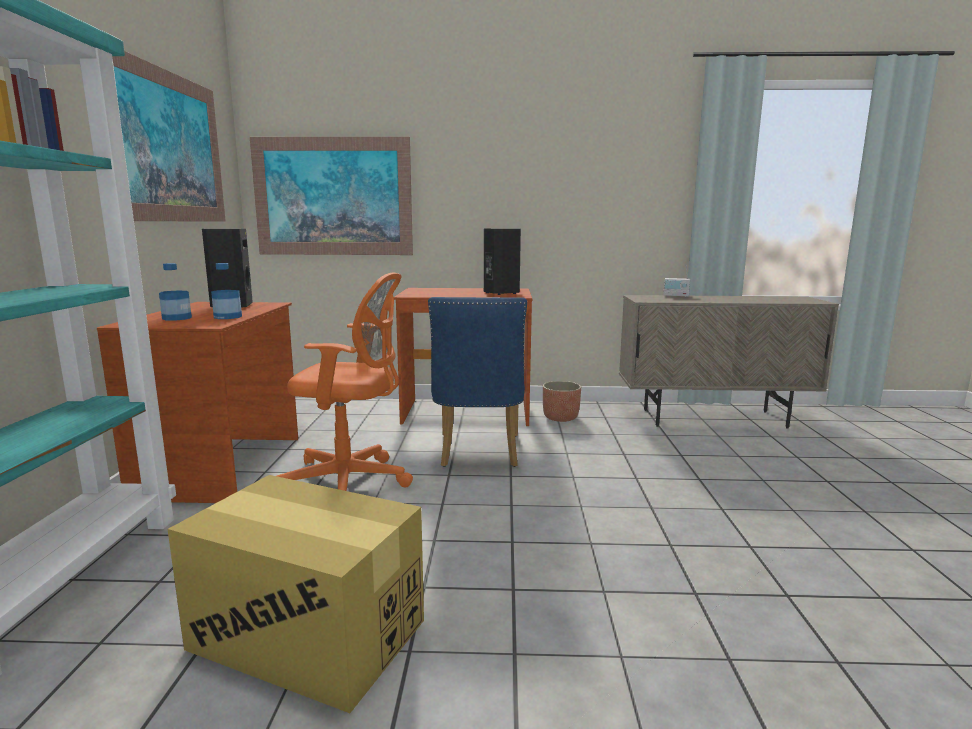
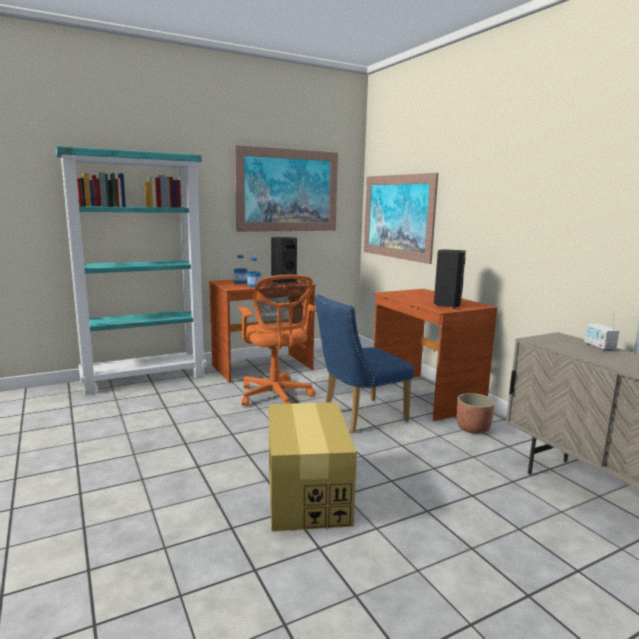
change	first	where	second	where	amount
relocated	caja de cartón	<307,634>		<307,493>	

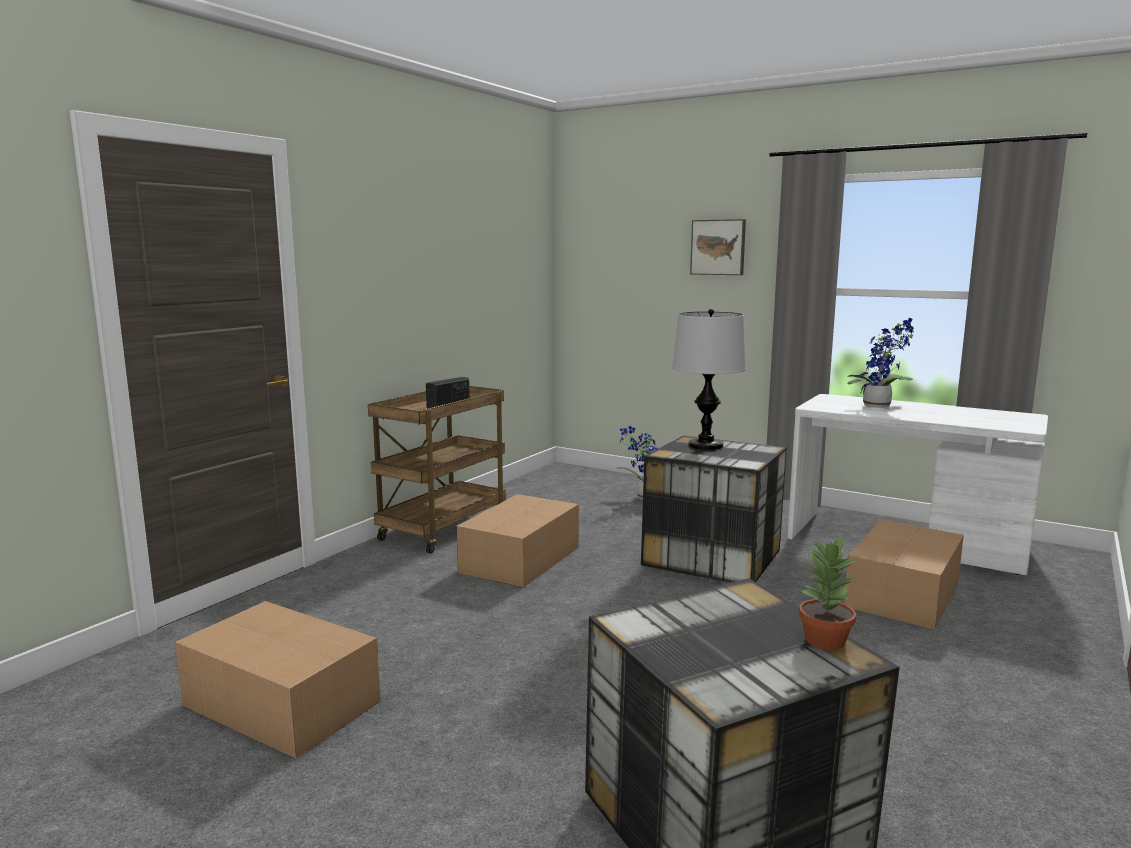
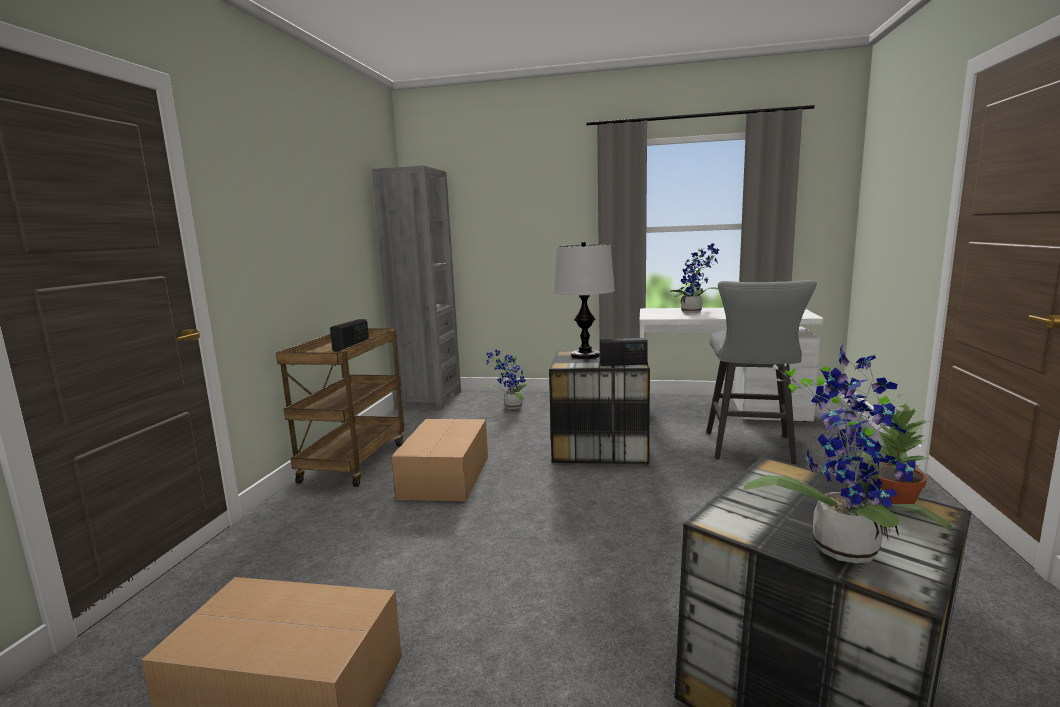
change	first	where	second	where	amount
missing	cuadro	<718,247>			
exchanged	caja de cartón	<901,595>	taburete/gris	<751,450>	
appeared			estantería/gris	<428,399>	
appeared			radio	<623,364>	
appeared			planta en maceta	<843,545>	

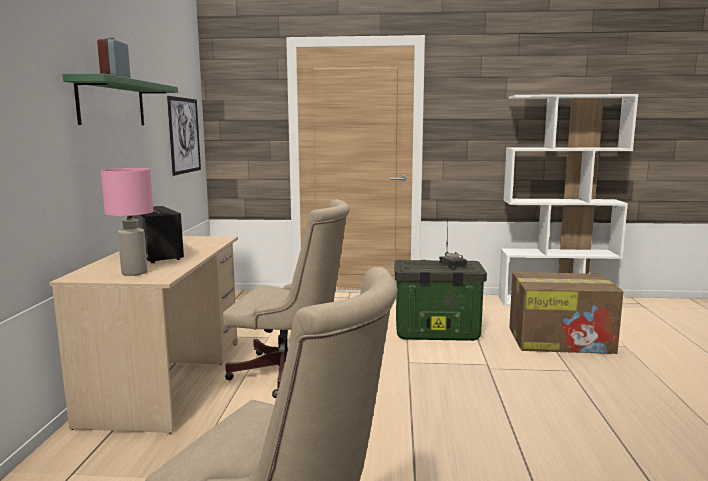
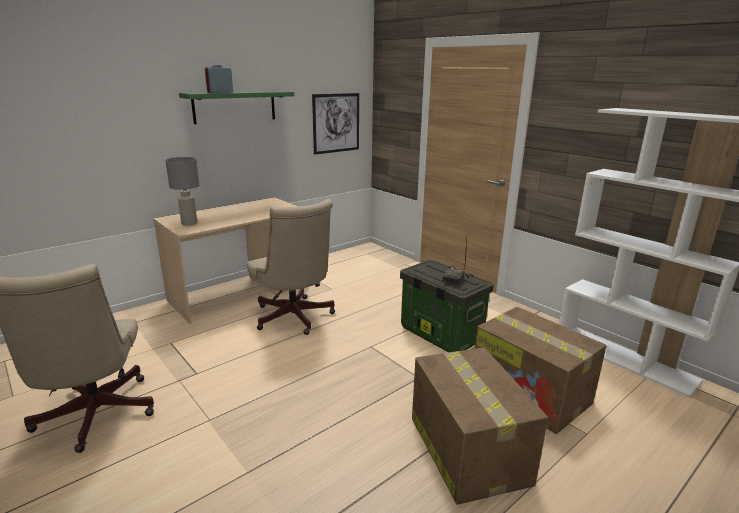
change	first	where	second	where	amount
colour	lámpara de mesa/rosa	<133,273>	lámpara de mesa/gris	<189,223>	
missing	altavoz	<158,256>			
appeared			caja de cartón	<467,448>	

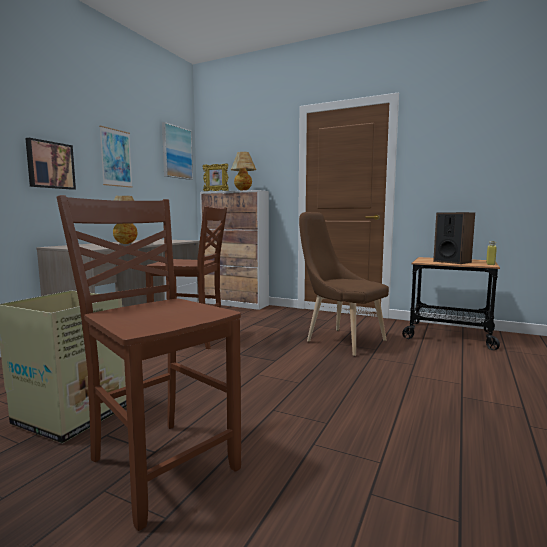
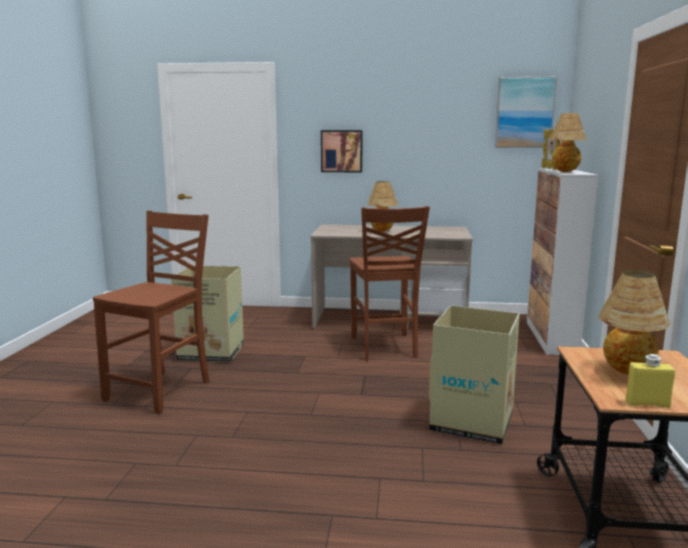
change	first	where	second	where	amount
missing	cuadro	<116,158>			
exchanged	silla/marrón	<341,340>	caja de cartón	<472,422>	
exchanged	altavoz	<452,262>	lámpara de mesa	<627,373>	

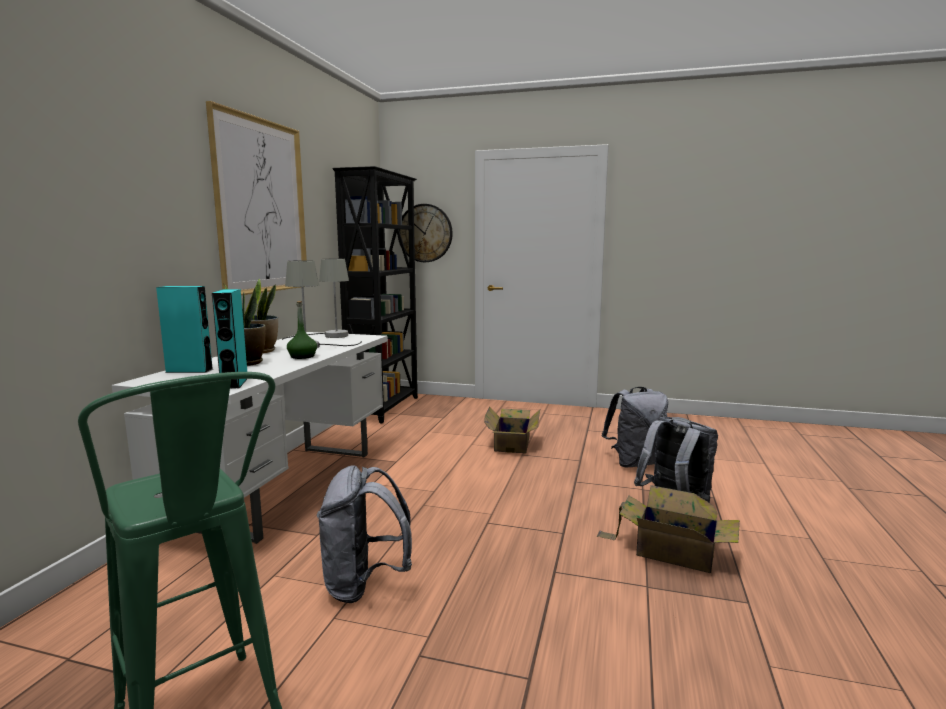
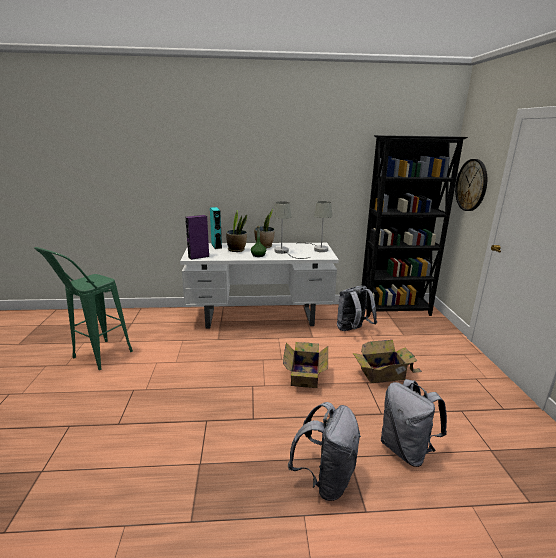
change	first	where	second	where	amount
missing	cuadro	<262,207>			
colour	altavoz/turquesa	<234,383>	altavoz/morado	<198,257>	
relocated	mochila/gris	<364,584>		<352,330>	
relocated	caja de cartón	<671,551>		<305,374>	

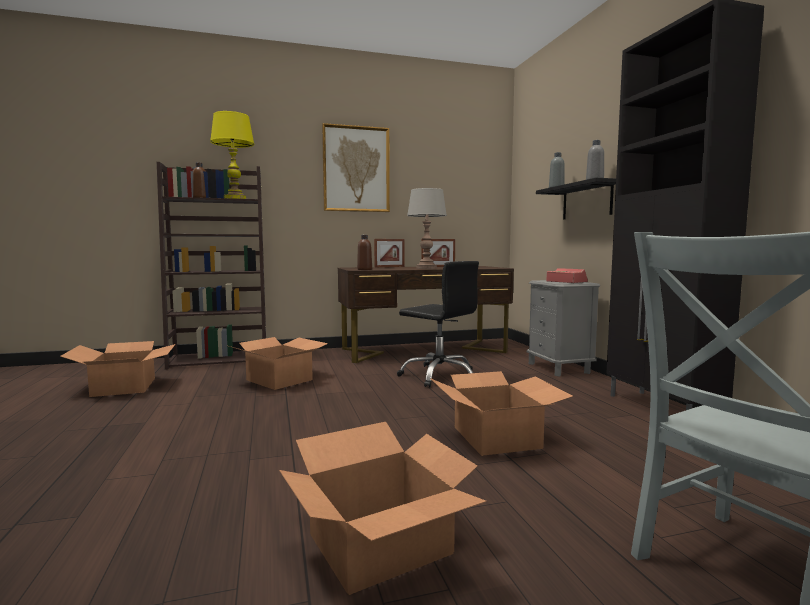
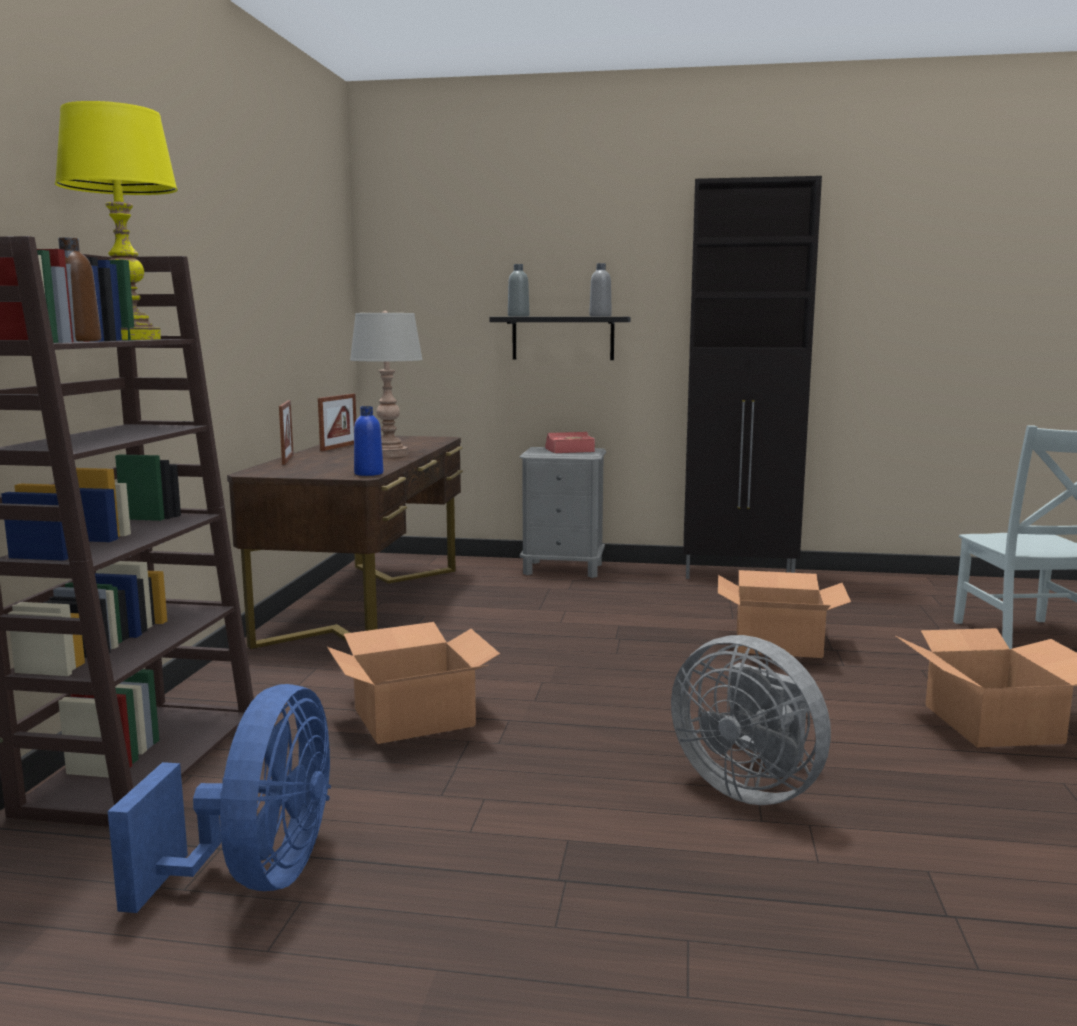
change	first	where	second	where	amount
exchanged	caja de cartón	<125,387>	ventilador/azul	<257,876>	
missing	cuadro	<356,169>			
colour	botella/marrón	<364,269>	botella/azul	<368,473>	
missing	silla de oficina/negro	<439,376>			
appeared			ventilador/gris	<749,787>	

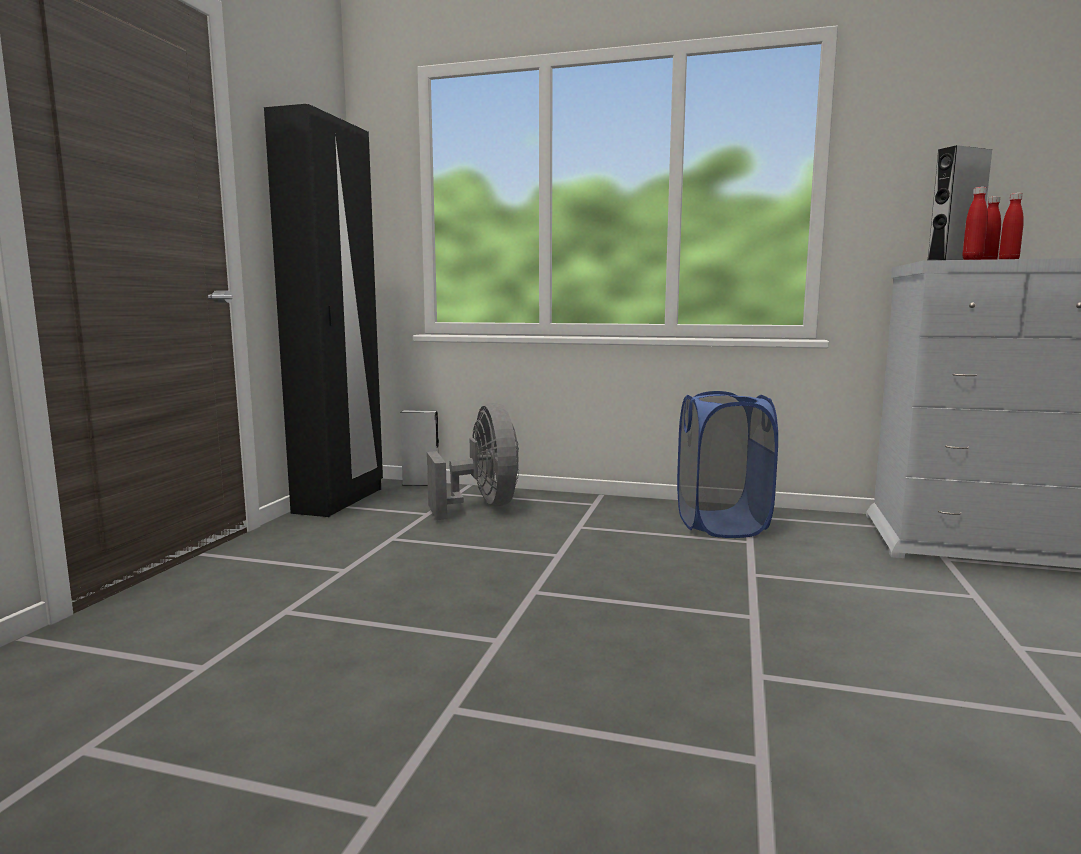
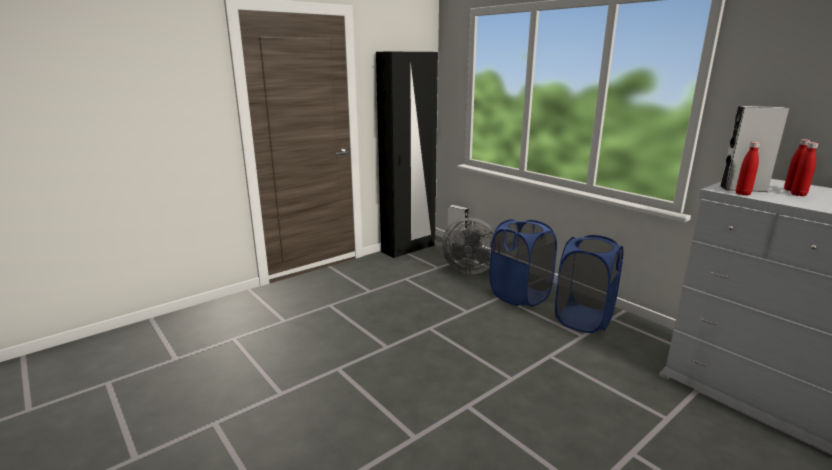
change	first	where	second	where	amount
spun	ventilador/gris	<482,506>		<468,269>	90 degrees clockwise
appeared			cesto de la ropa/azul	<519,295>	

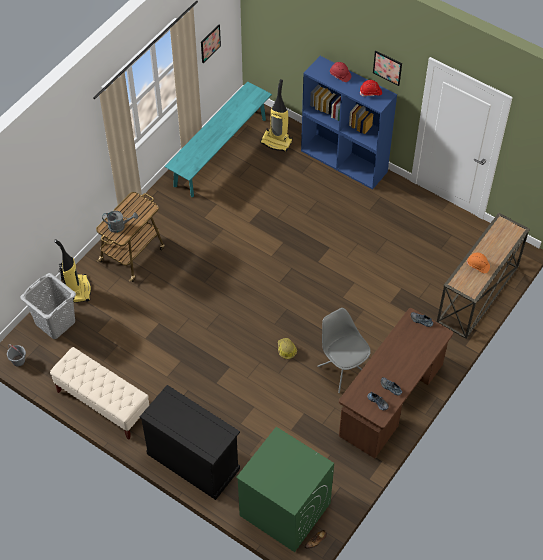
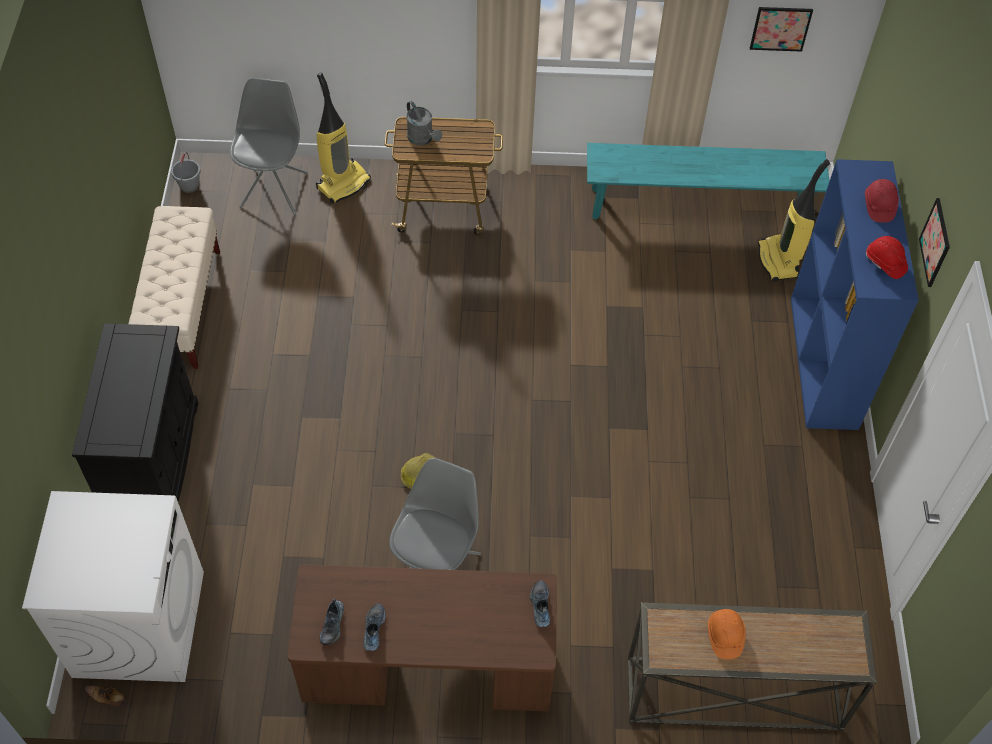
change	first	where	second	where	amount
exchanged	cesto de la ropa/gris	<55,322>	silla/gris	<274,189>	
colour	lavadora/verde	<284,509>	lavadora/blanco	<139,623>	

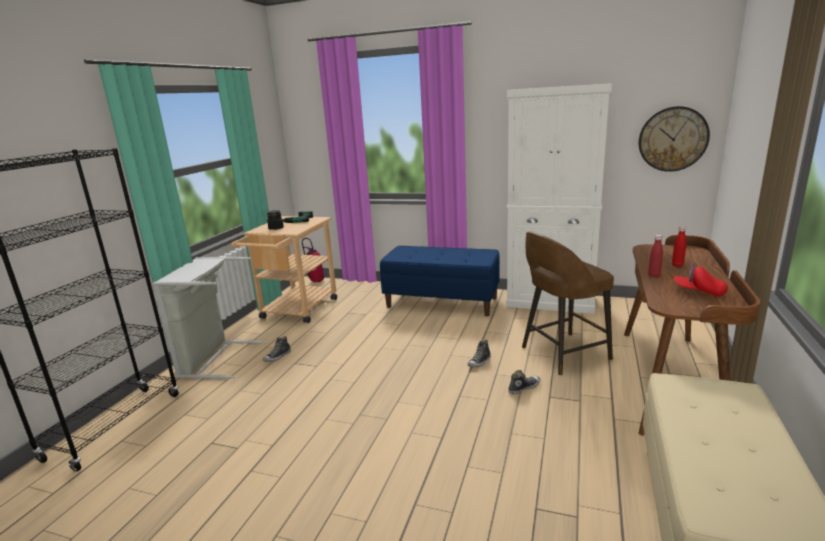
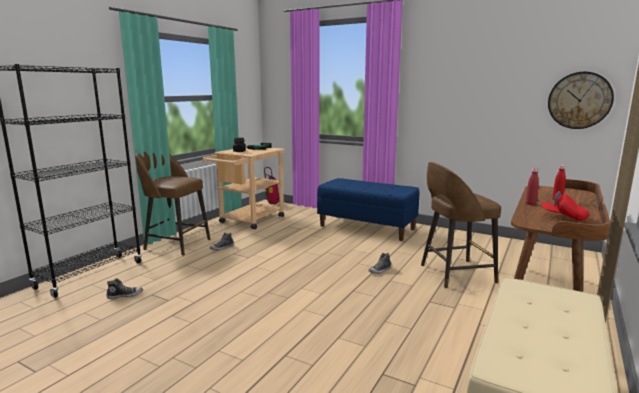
change	first	where	second	where	amount
exchanged	cesto de la ropa/gris	<215,359>	taburete/marrón	<176,244>	
missing	armario/blanco	<550,302>			
relocated	zapato	<524,387>		<125,295>	

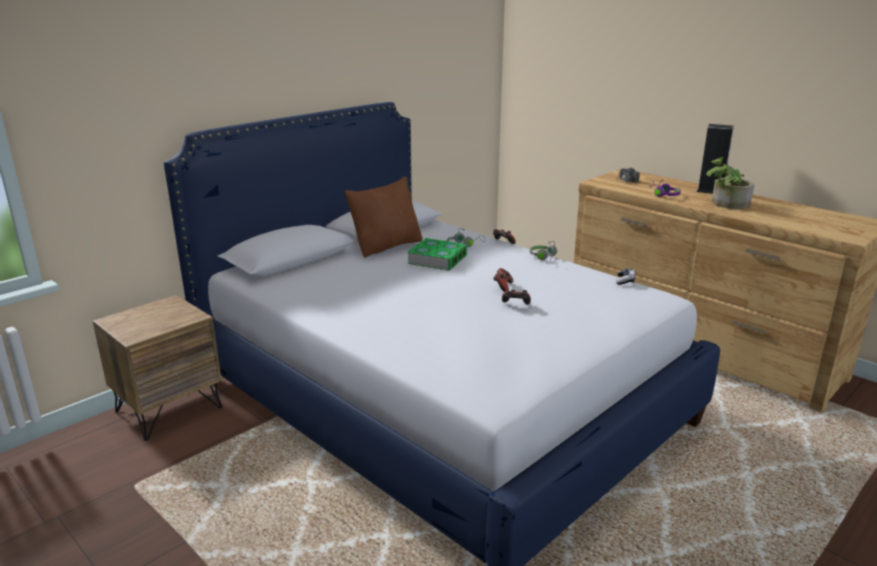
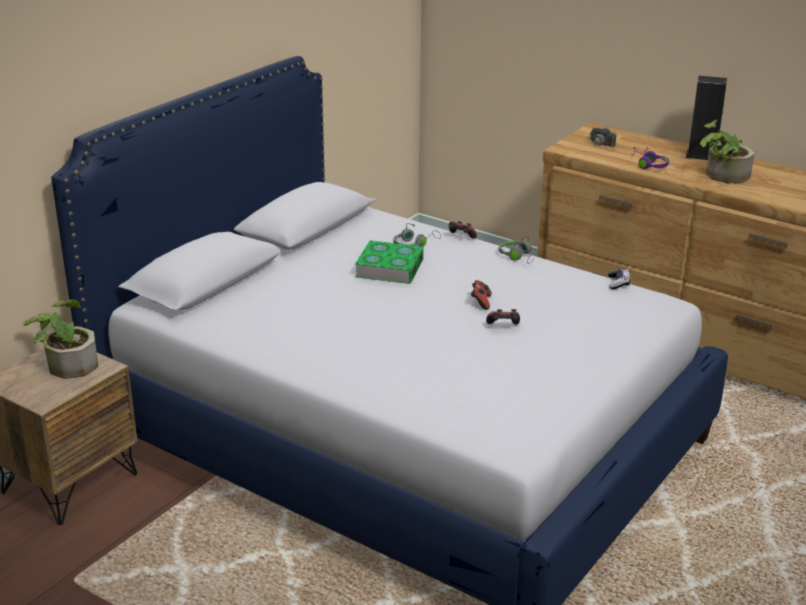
change	first	where	second	where	amount
missing	cojín/marrón	<387,246>			
appeared			planta en maceta	<67,364>	

